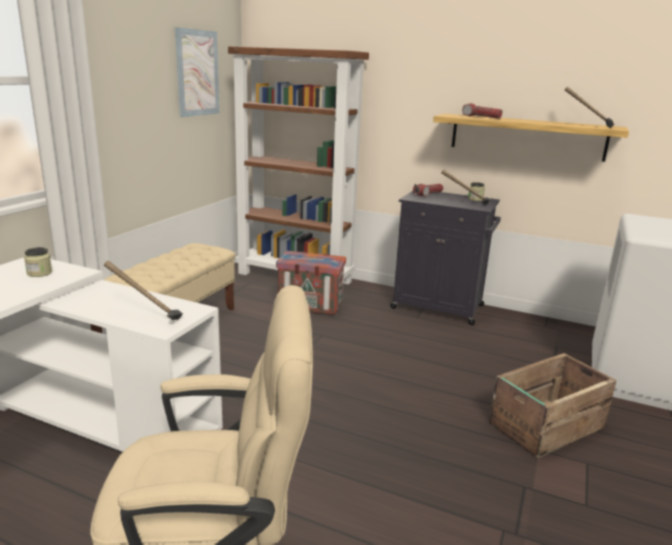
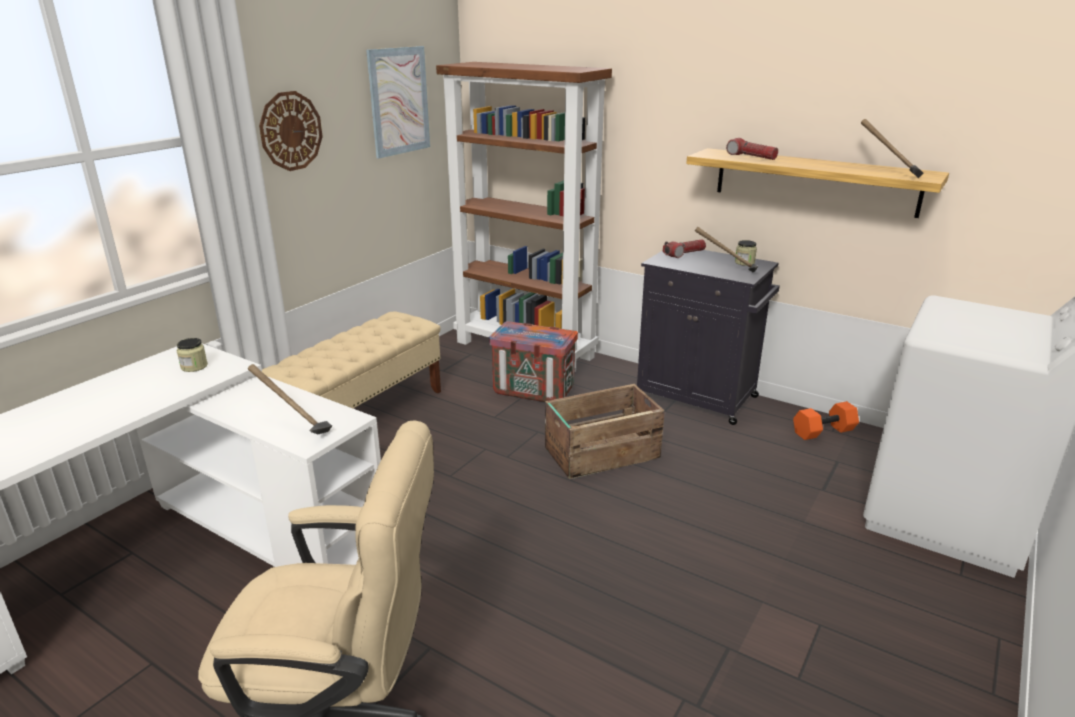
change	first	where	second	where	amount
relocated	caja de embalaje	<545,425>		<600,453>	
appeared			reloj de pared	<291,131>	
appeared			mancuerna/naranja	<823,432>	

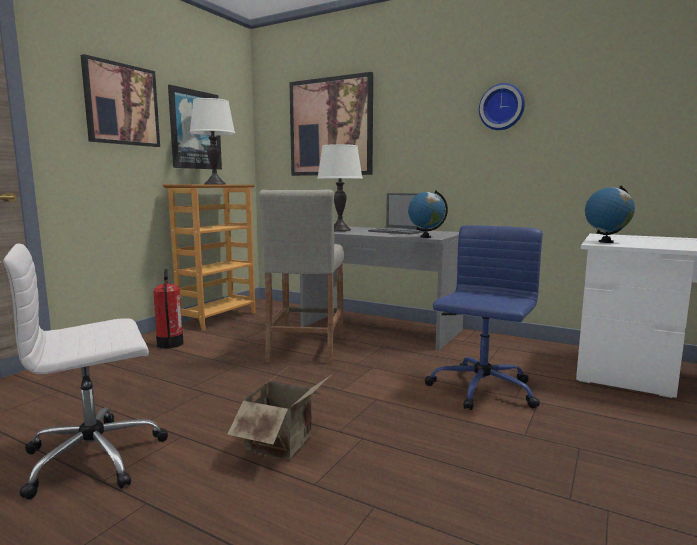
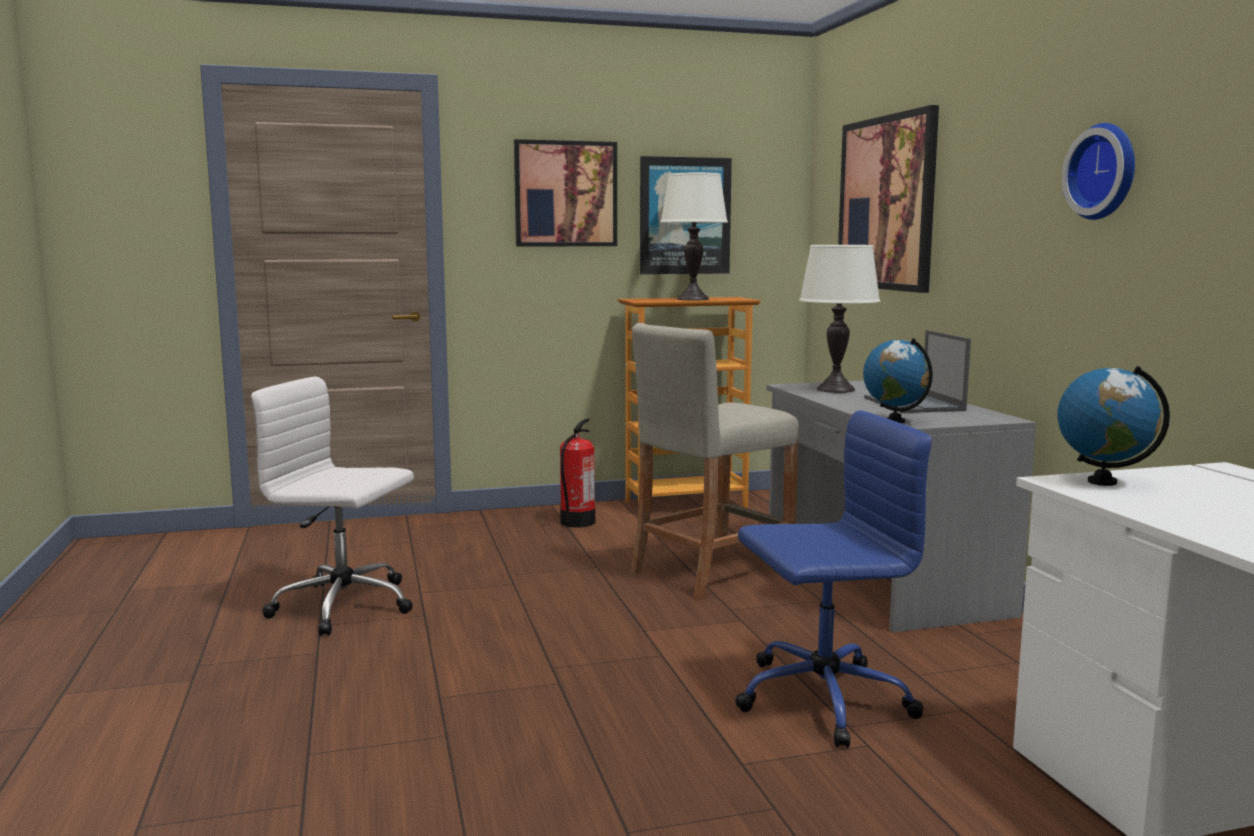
change	first	where	second	where	amount
missing	caja de cartón	<285,444>			

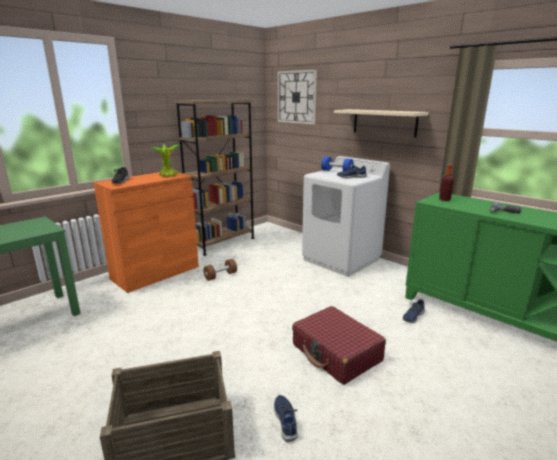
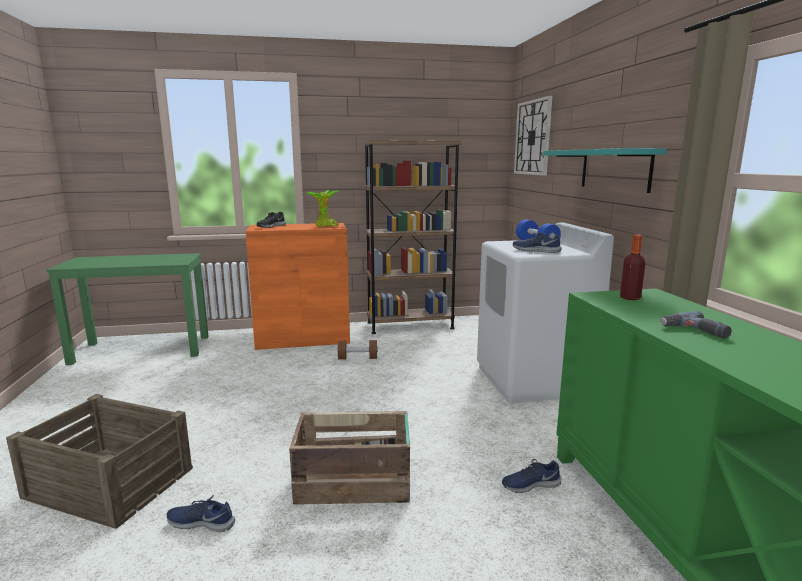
change	first	where	second	where	amount
spun	zapato/azul	<286,420>		<202,522>	105 degrees counterclockwise
exchanged	maleta/rojo	<336,353>	caja de embalaje	<355,483>	
colour	estante/beis	<384,122>	estante/turquesa	<614,169>	

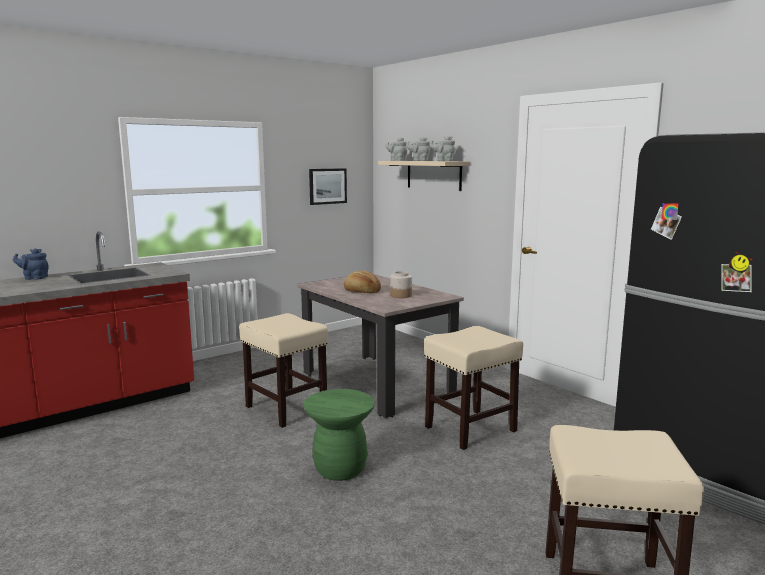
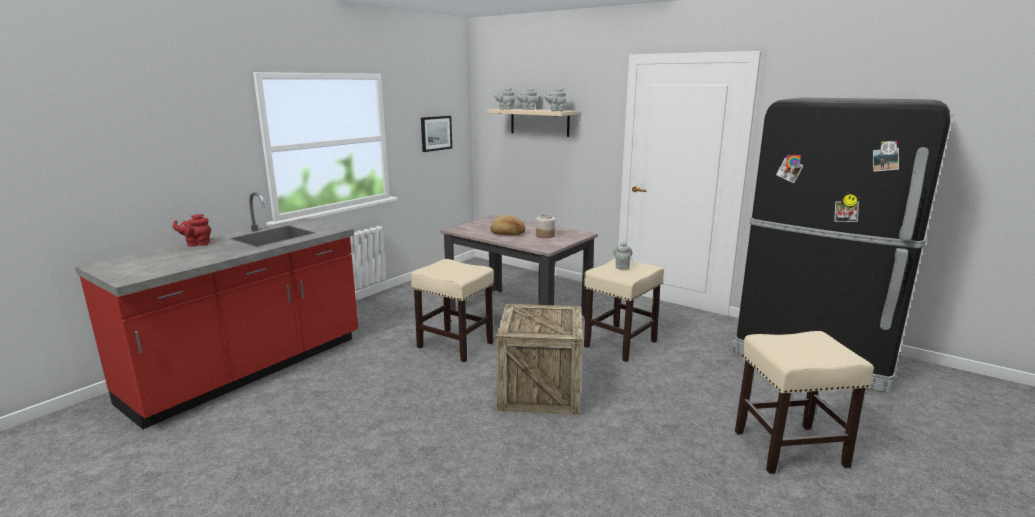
change	first	where	second	where	amount
colour	tetera/azul	<34,278>	tetera/rojo	<196,244>	
exchanged	taburete/verde	<340,469>	caja de embalaje	<540,391>	
appeared			tetera/gris	<622,266>	

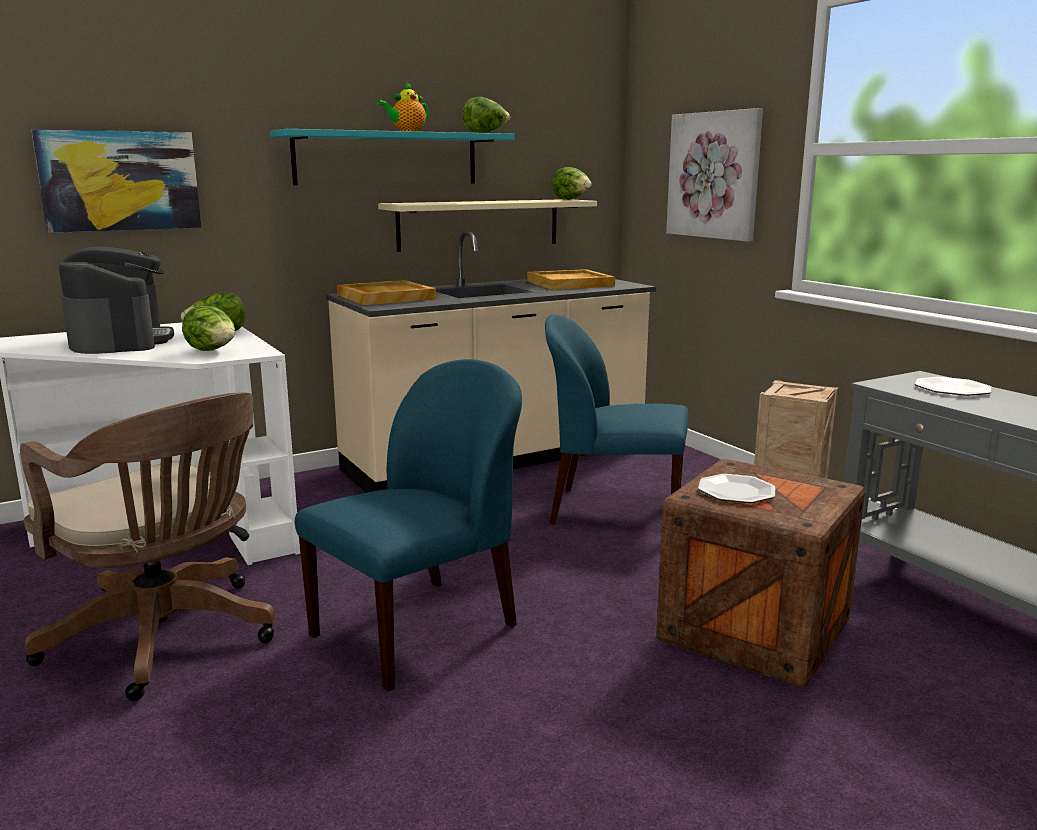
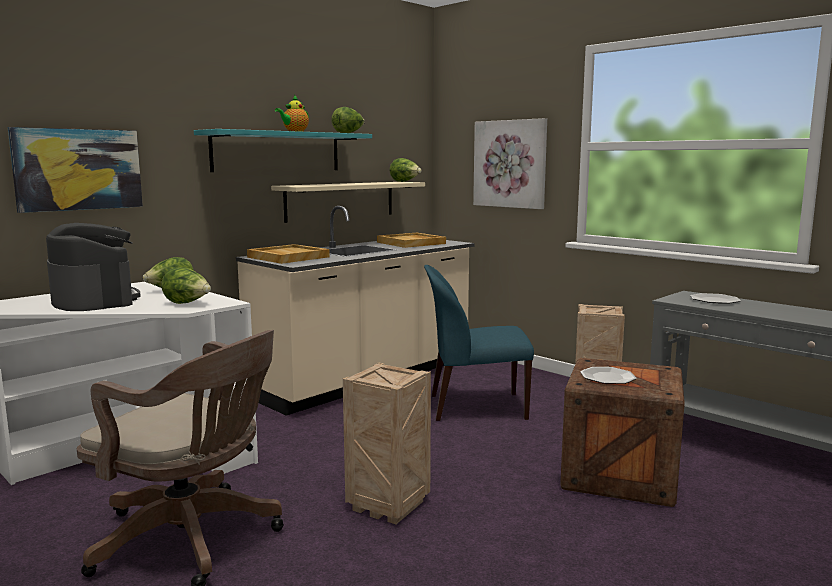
change	first	where	second	where	amount
exchanged	silla/azul	<418,630>	caja de embalaje	<390,506>	

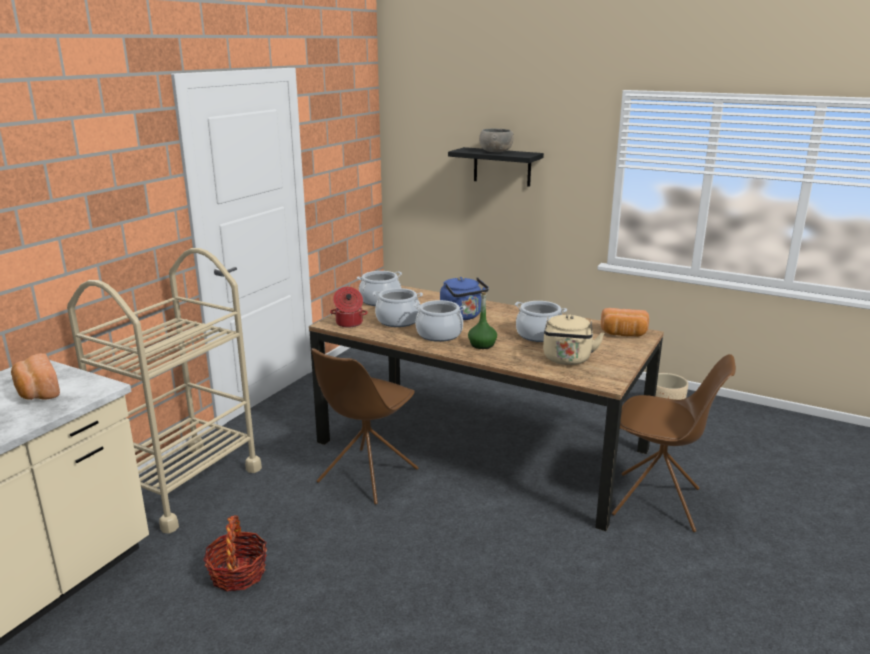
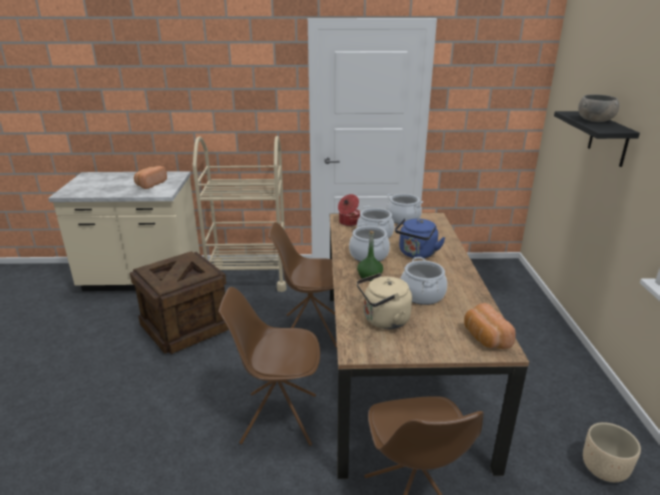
change	first	where	second	where	amount
exchanged	cesta	<238,574>	caja de embalaje	<185,326>	
appeared			silla/marrón	<277,418>	

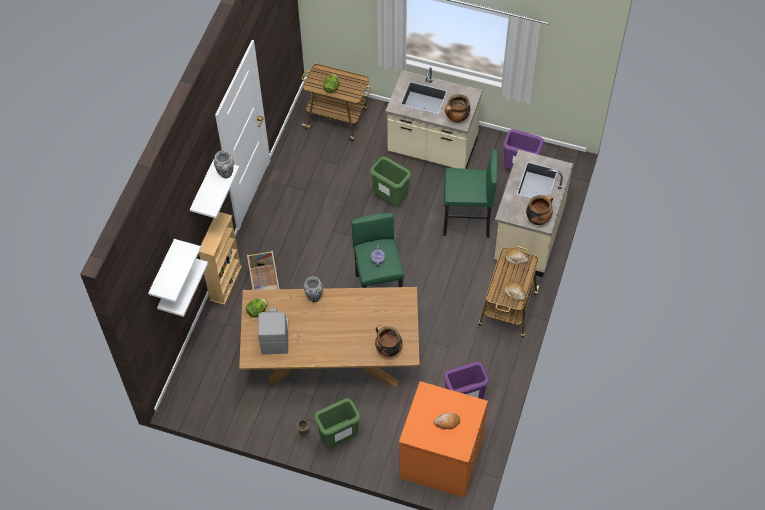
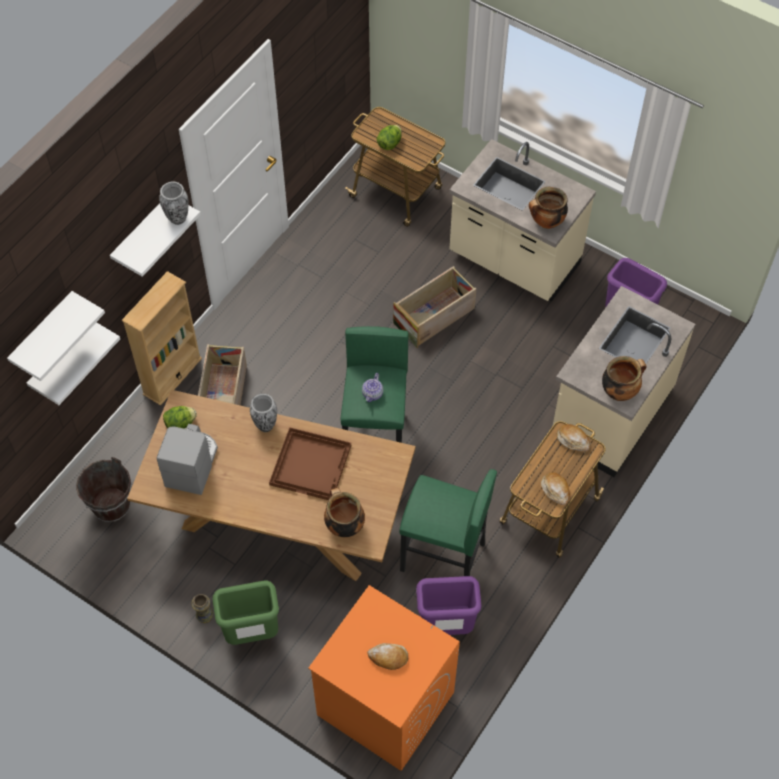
change	first	where	second	where	amount
exchanged	papelera/verde	<391,198>	caja de embalaje	<434,316>	
relocated	taburete/verde	<466,221>		<443,557>	
appeared			cubo/marrón	<111,506>	
appeared			bandeja/marrón	<311,464>	

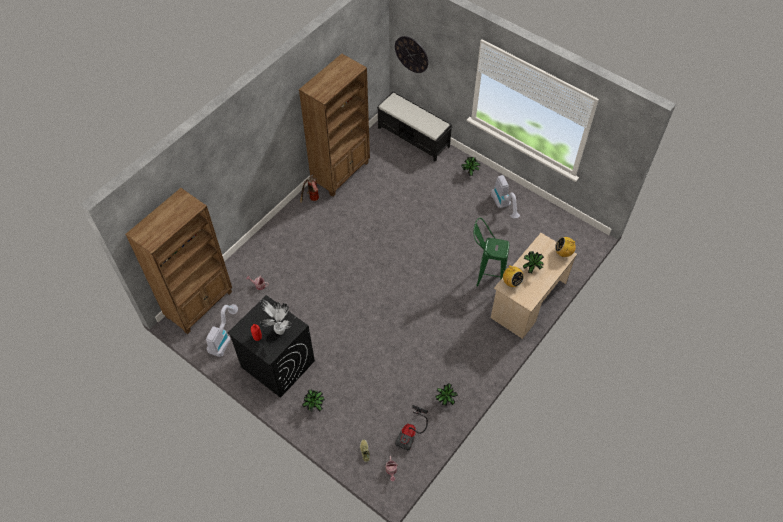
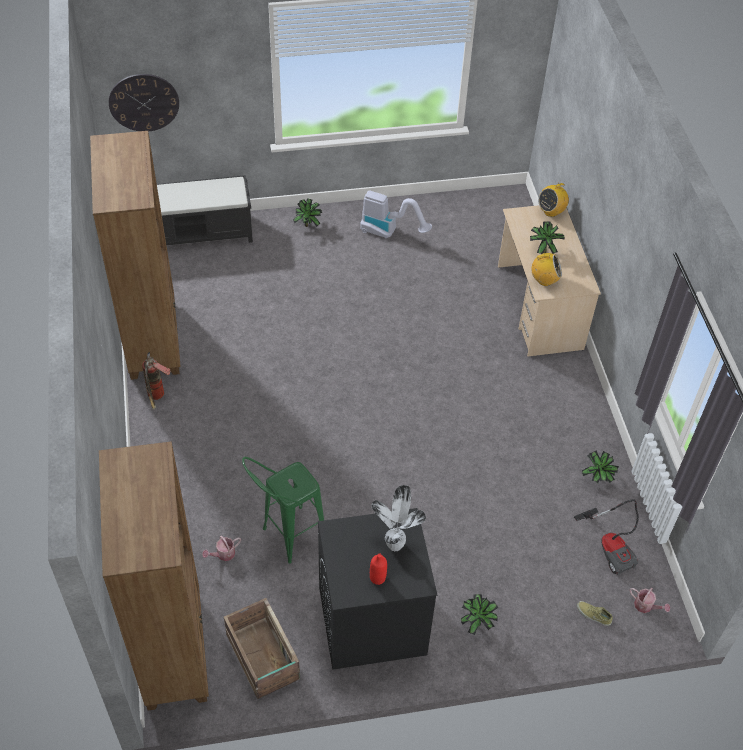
change	first	where	second	where	amount
exchanged	aspiradora	<223,338>	caja de embalaje	<262,658>	
relocated	taburete/verde	<485,276>		<286,539>	

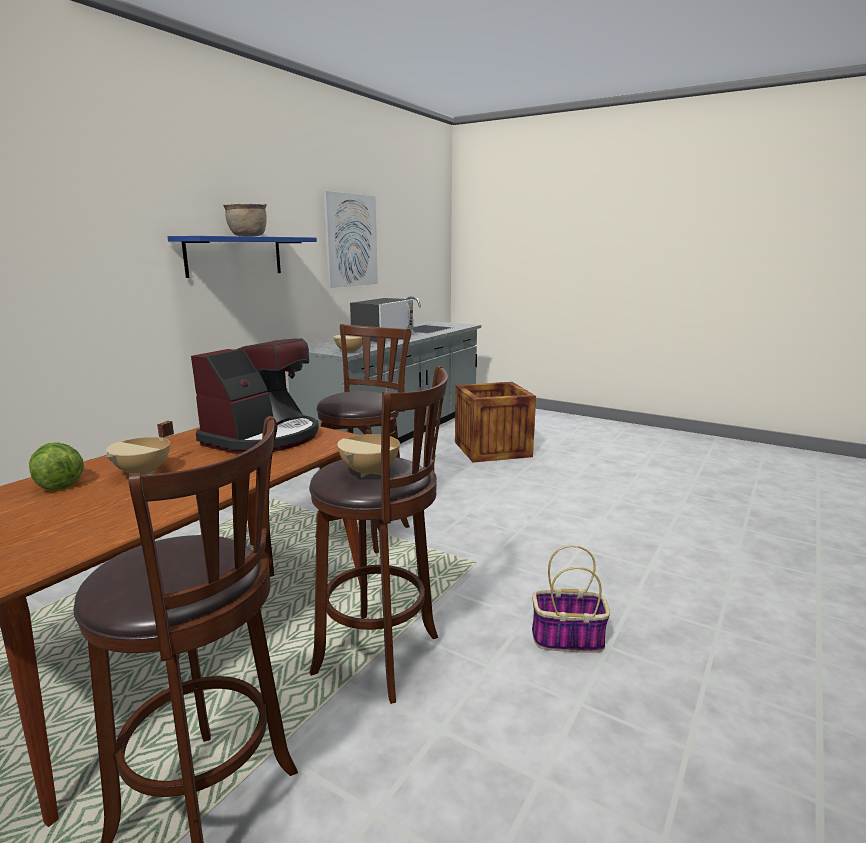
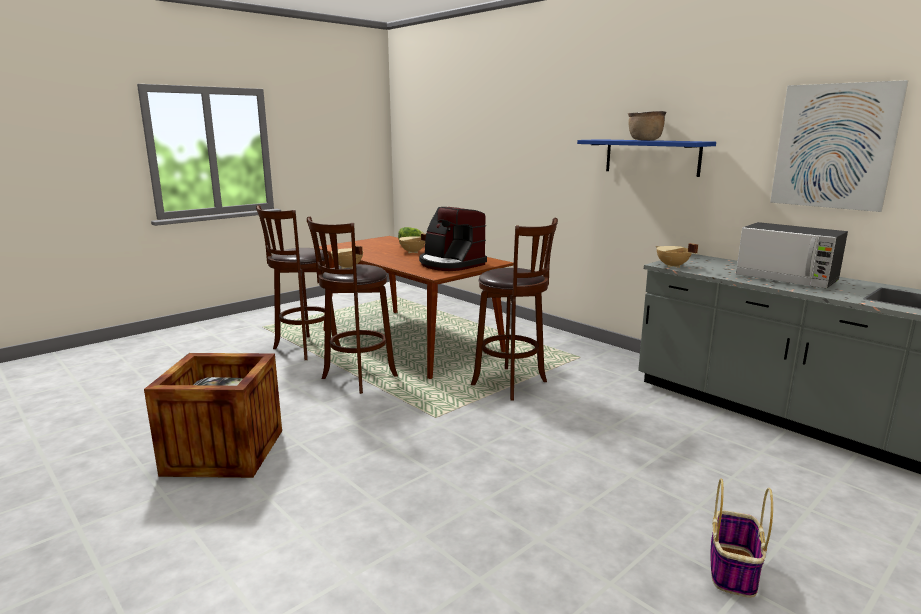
change	first	where	second	where	amount
relocated	caja de embalaje	<492,449>		<224,452>	
relocated	cesta	<566,639>		<732,569>	

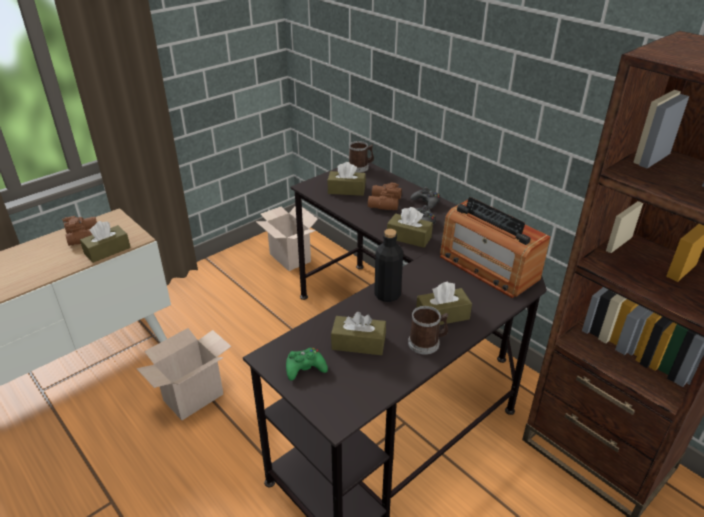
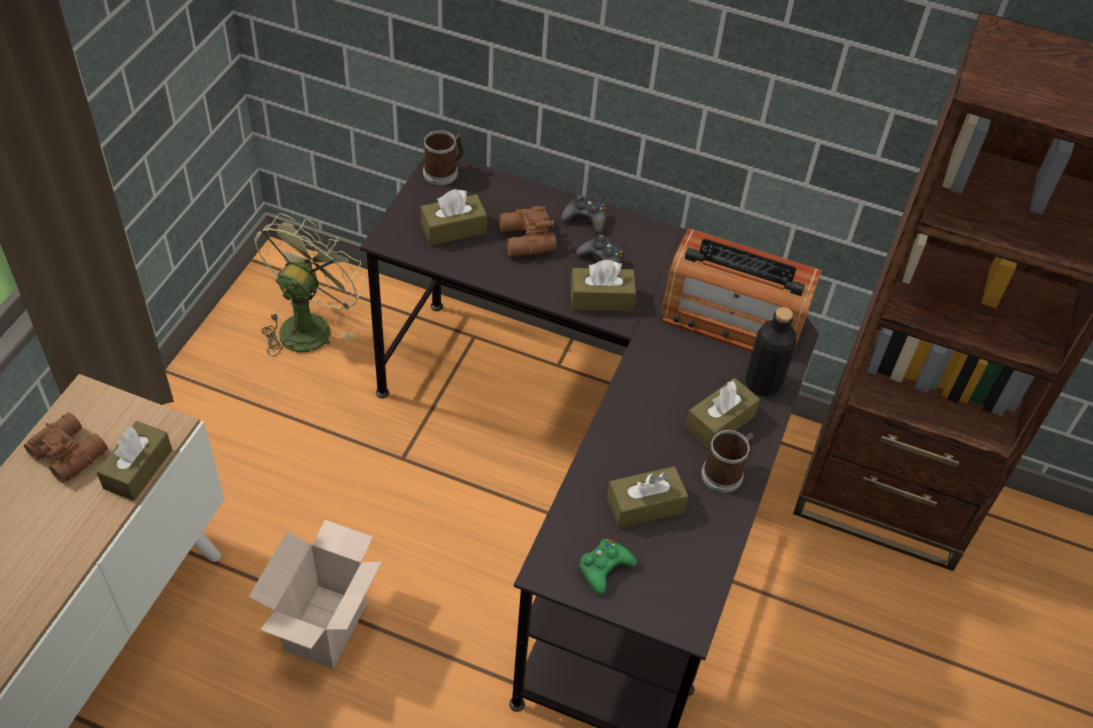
change	first	where	second	where	amount
exchanged	caja de cartón	<288,257>	ventilador/verde	<309,324>	
relocated	botella/negro	<387,295>		<763,383>	

